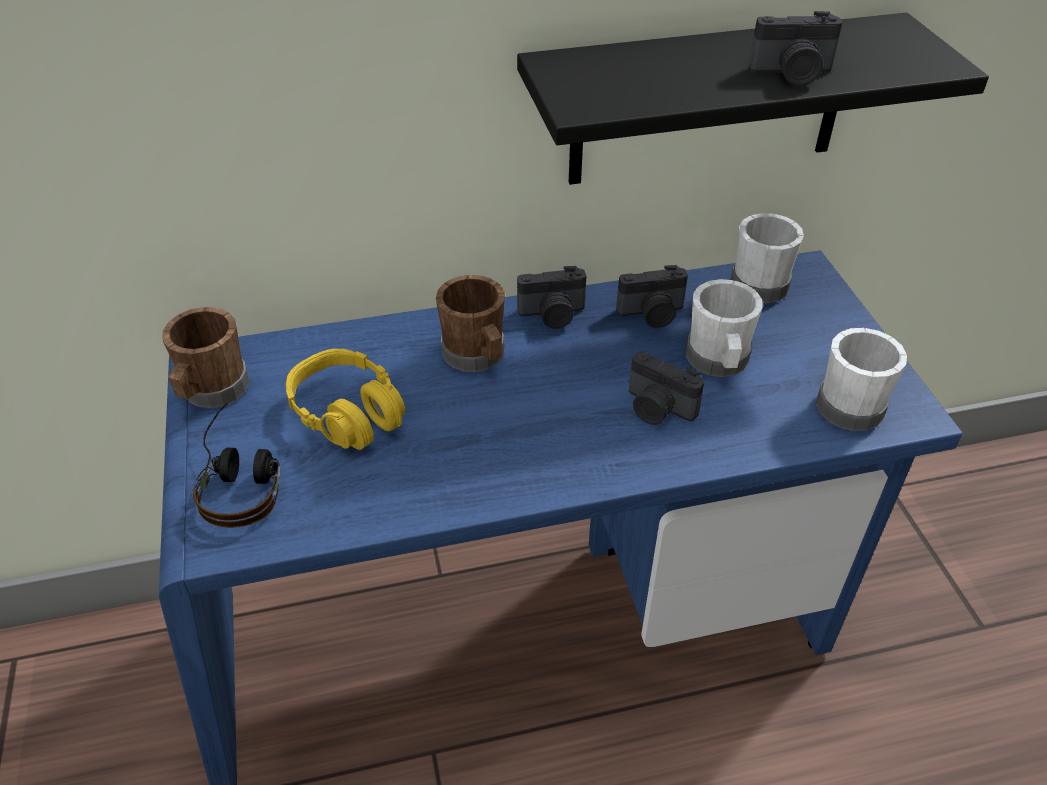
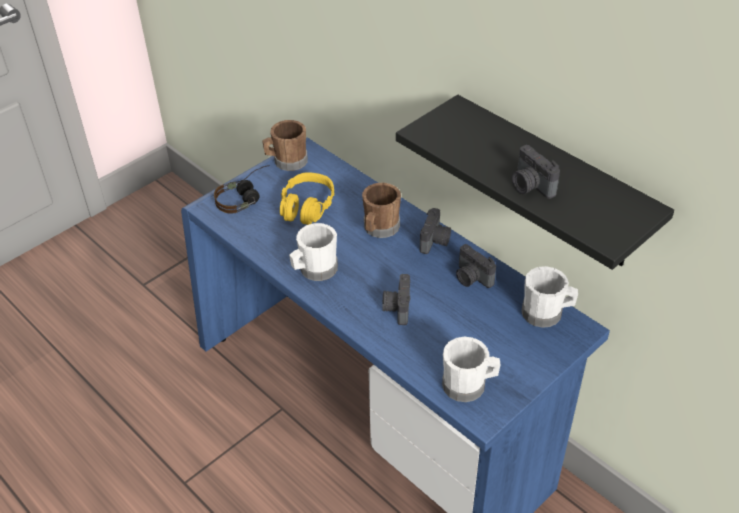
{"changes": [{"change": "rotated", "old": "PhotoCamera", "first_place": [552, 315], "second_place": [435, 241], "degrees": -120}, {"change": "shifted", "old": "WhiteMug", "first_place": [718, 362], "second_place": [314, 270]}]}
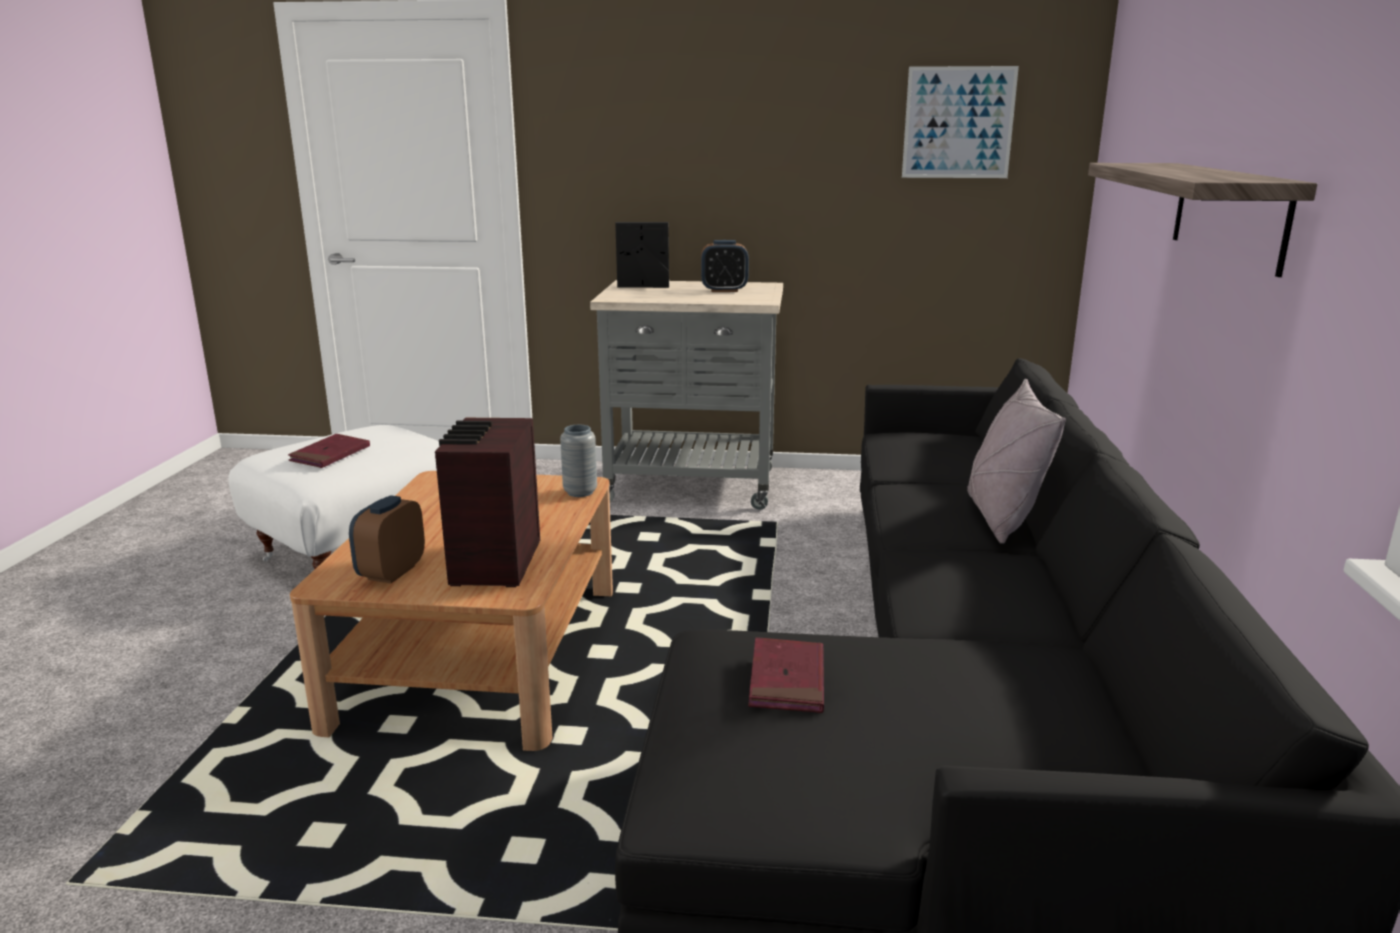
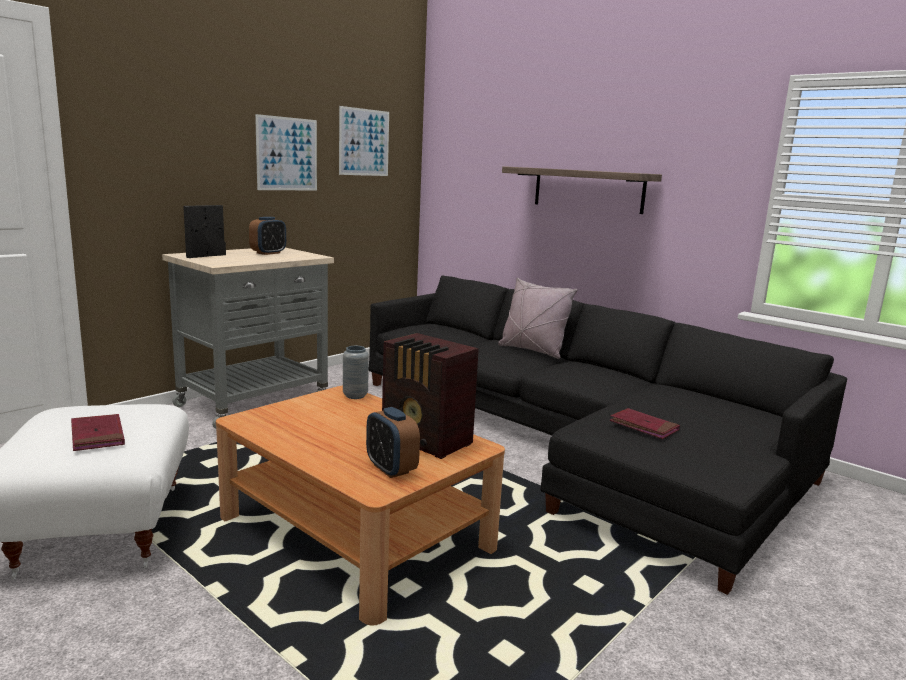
{"changes": [{"change": "new", "new": "Picture", "second_place": [287, 154]}]}
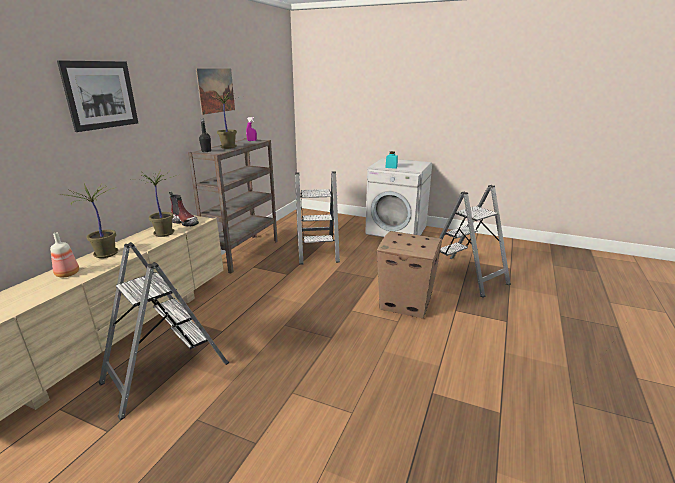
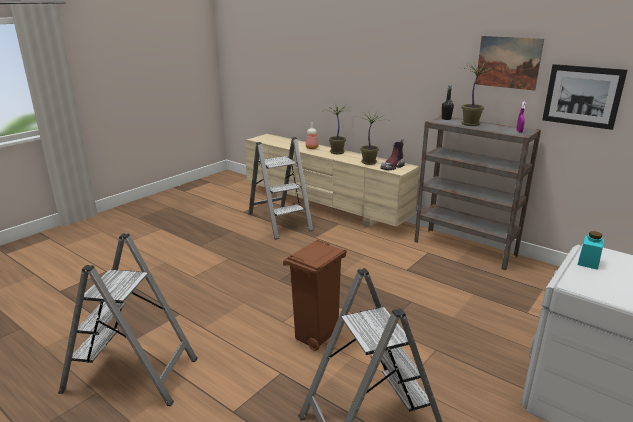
{"changes": [{"change": "shifted", "old": "Picture", "first_place": [101, 95], "second_place": [582, 96]}, {"change": "shifted", "old": "GreyStepLadder", "first_place": [317, 249], "second_place": [132, 375]}, {"change": "swapped", "old": "CardboardBox", "new": "BrownTrashCan", "first_place": [406, 302], "second_place": [315, 337]}]}
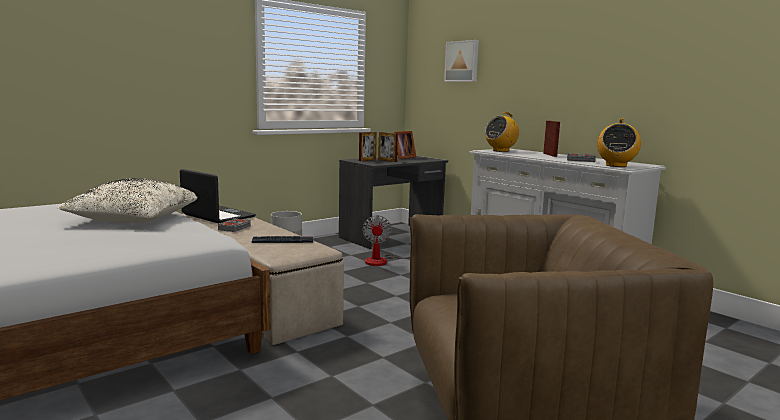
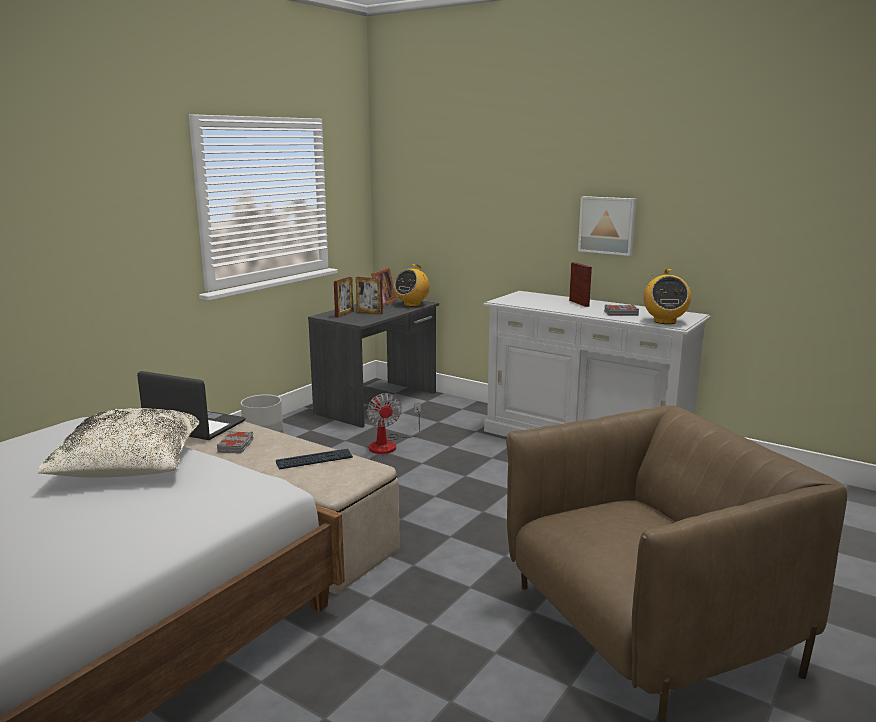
{"changes": [{"change": "shifted", "old": "Picture", "first_place": [462, 61], "second_place": [607, 225]}, {"change": "shifted", "old": "Radio", "first_place": [500, 150], "second_place": [412, 304]}]}
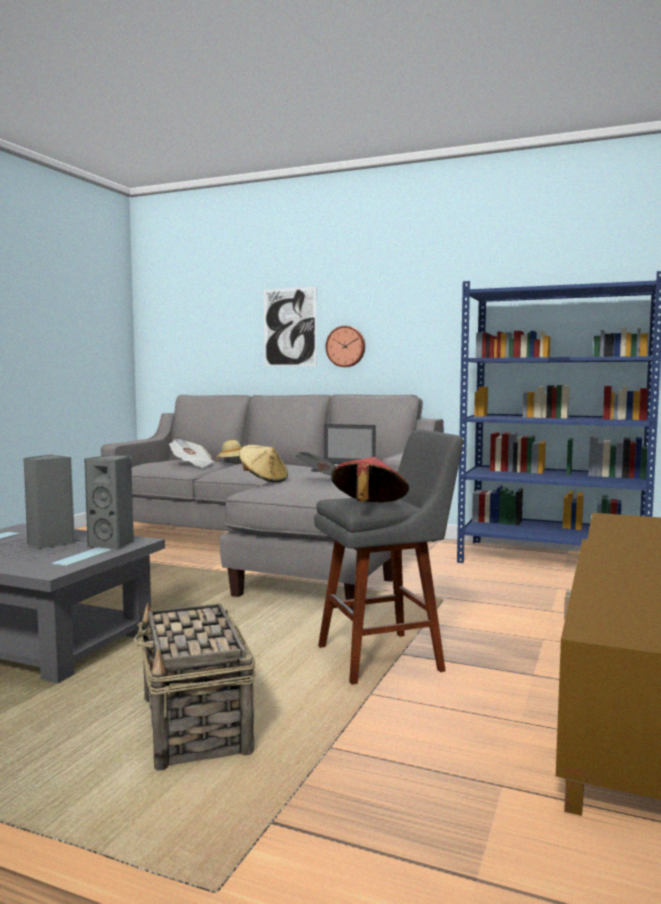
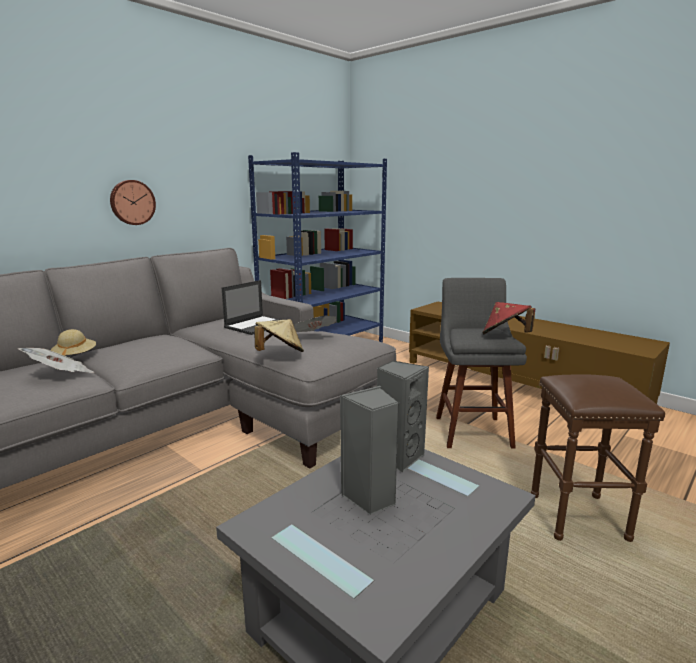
{"changes": [{"change": "swapped", "old": "Basket", "new": "BrownStool", "first_place": [195, 726], "second_place": [579, 516]}, {"change": "gone", "old": "Picture", "first_place": [289, 327]}]}
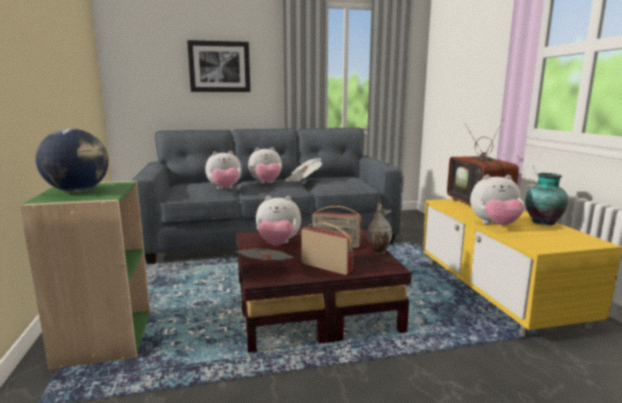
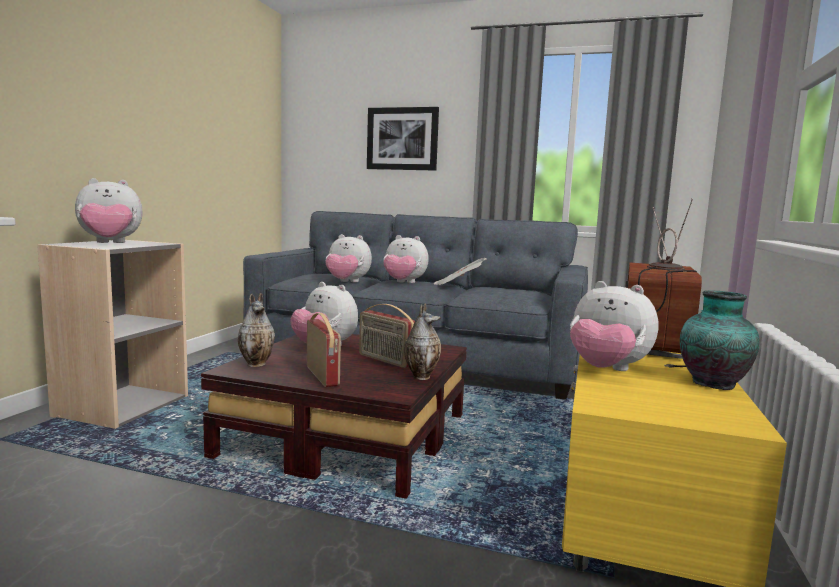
{"changes": [{"change": "repainted", "old": "GreenBookcase", "new": "GreyBookcase", "first_place": [104, 337], "second_place": [123, 405]}, {"change": "swapped", "old": "Globe", "new": "PlushToy", "first_place": [78, 191], "second_place": [110, 243]}, {"change": "swapped", "old": "Newspaper", "new": "Vase", "first_place": [266, 270], "second_place": [257, 364]}]}
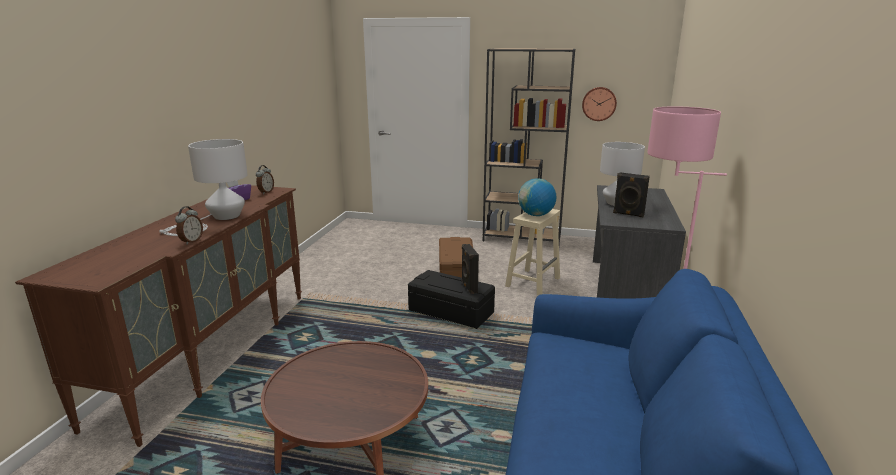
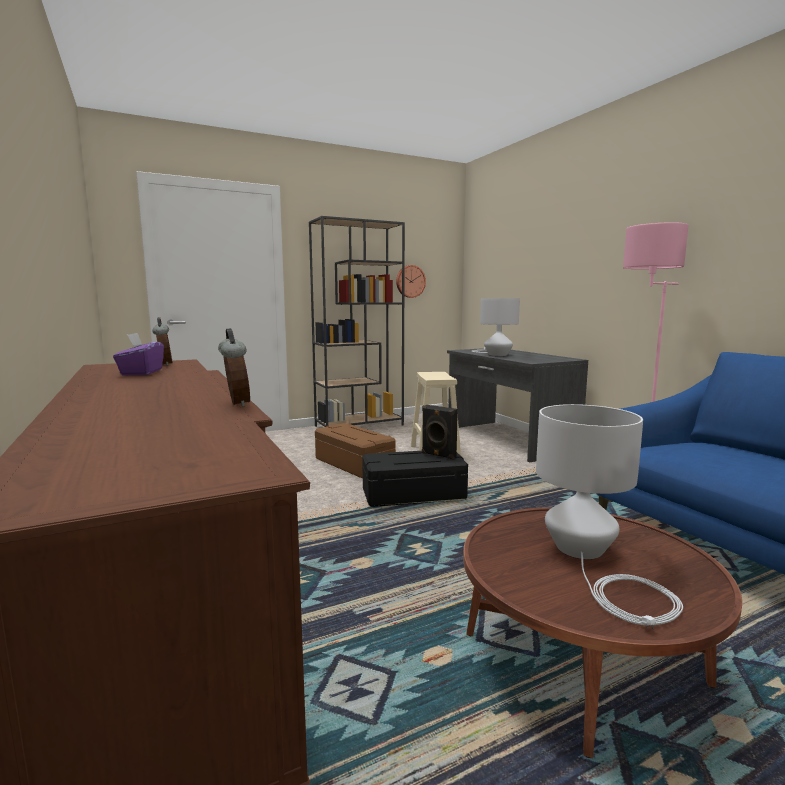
{"changes": [{"change": "shifted", "old": "GreyTableLamp", "first_place": [211, 221], "second_place": [598, 565]}, {"change": "gone", "old": "Globe", "first_place": [536, 215]}, {"change": "gone", "old": "BlackSpeaker", "first_place": [628, 214]}]}
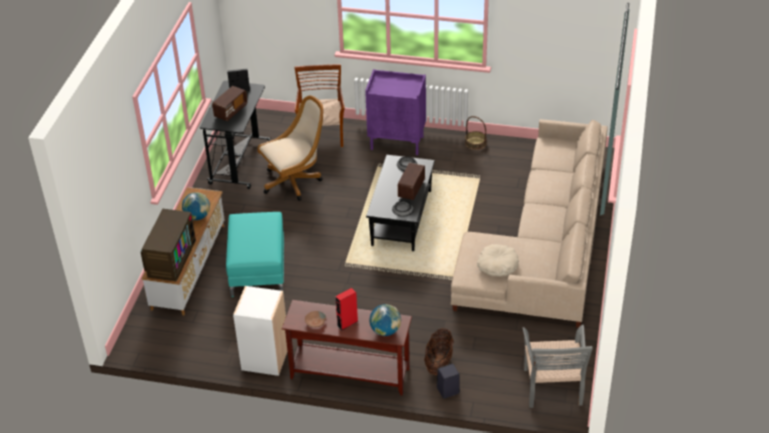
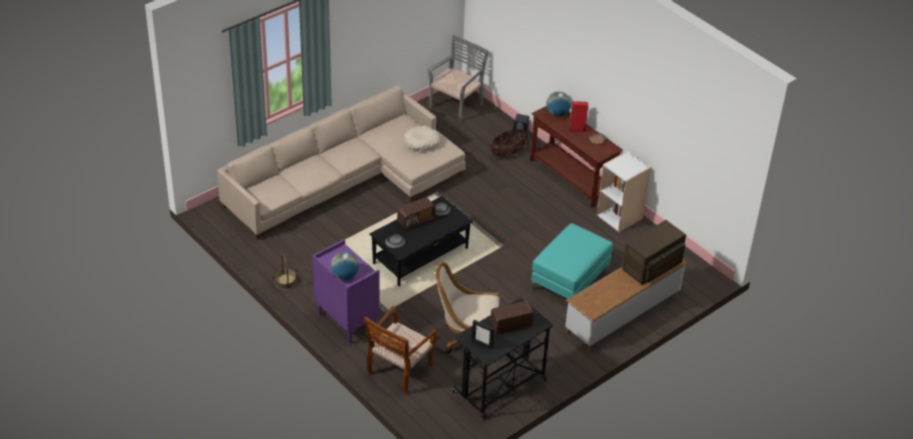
{"changes": [{"change": "shifted", "old": "Globe", "first_place": [197, 216], "second_place": [344, 275]}]}
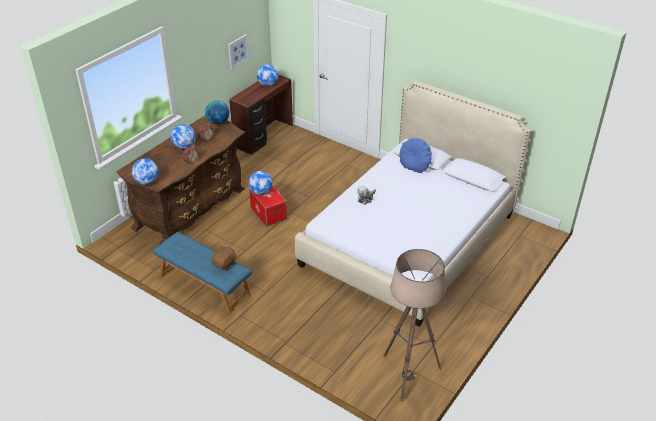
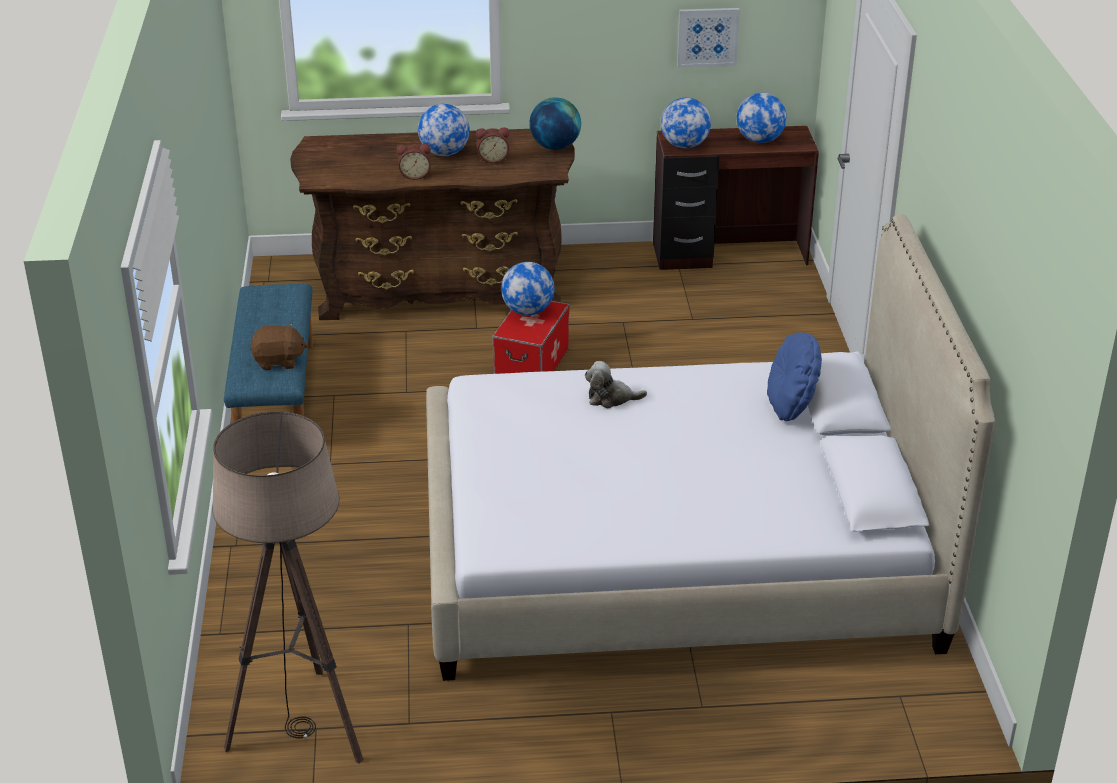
{"changes": [{"change": "shifted", "old": "Globe", "first_place": [147, 182], "second_place": [684, 145]}]}
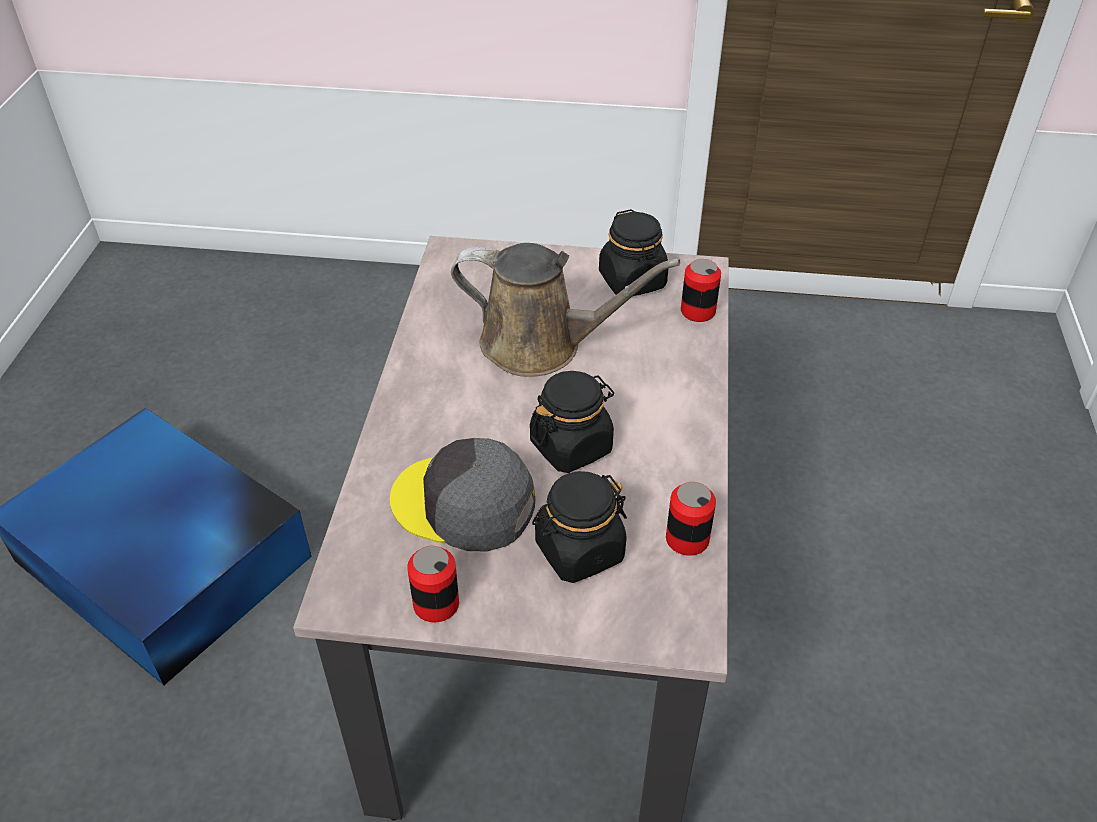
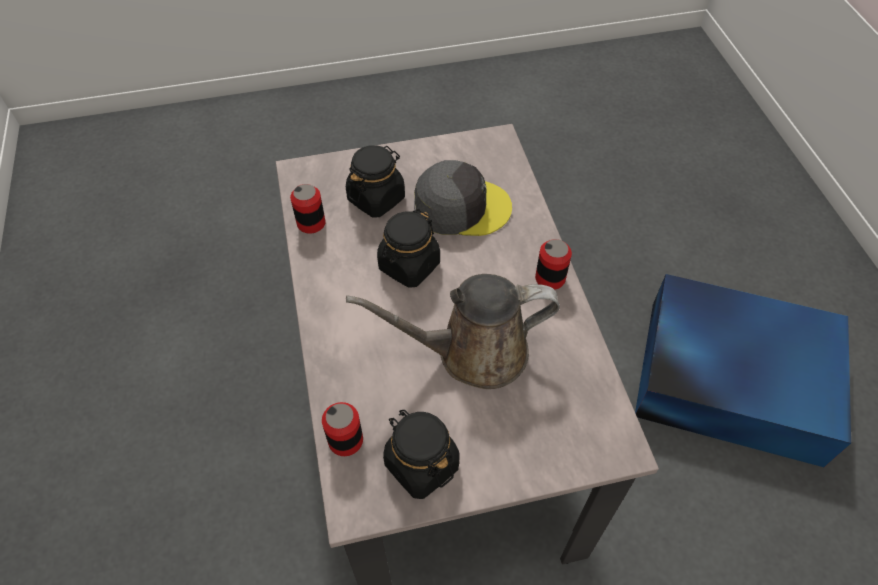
{"changes": [{"change": "shifted", "old": "Can", "first_place": [436, 604], "second_place": [550, 278]}]}
